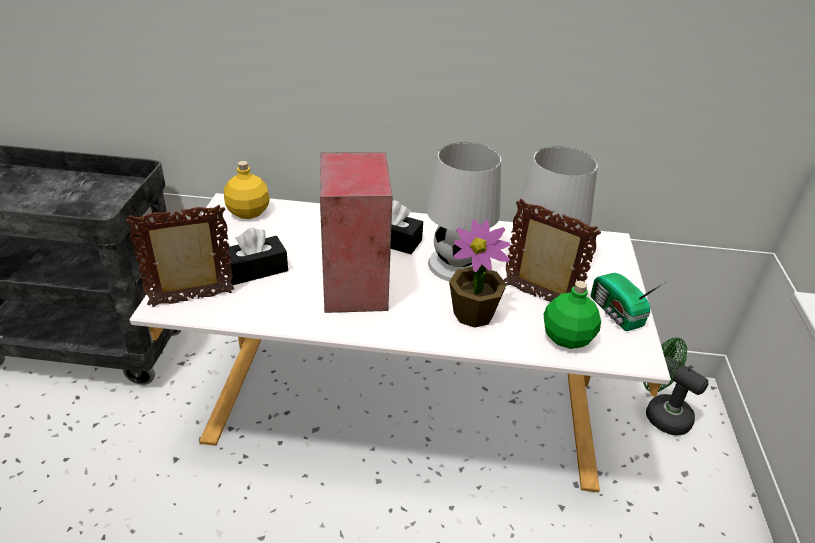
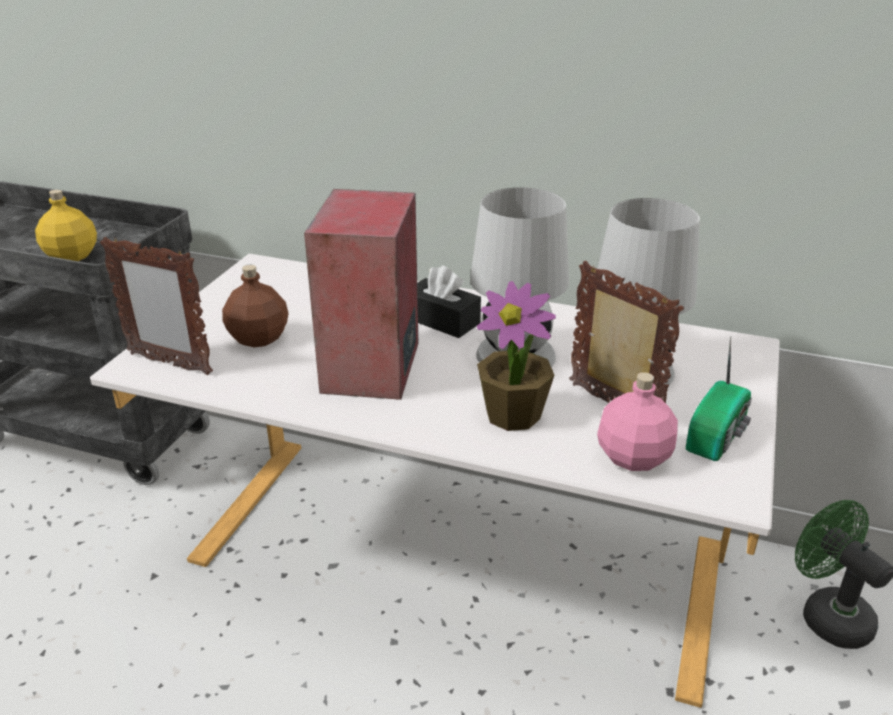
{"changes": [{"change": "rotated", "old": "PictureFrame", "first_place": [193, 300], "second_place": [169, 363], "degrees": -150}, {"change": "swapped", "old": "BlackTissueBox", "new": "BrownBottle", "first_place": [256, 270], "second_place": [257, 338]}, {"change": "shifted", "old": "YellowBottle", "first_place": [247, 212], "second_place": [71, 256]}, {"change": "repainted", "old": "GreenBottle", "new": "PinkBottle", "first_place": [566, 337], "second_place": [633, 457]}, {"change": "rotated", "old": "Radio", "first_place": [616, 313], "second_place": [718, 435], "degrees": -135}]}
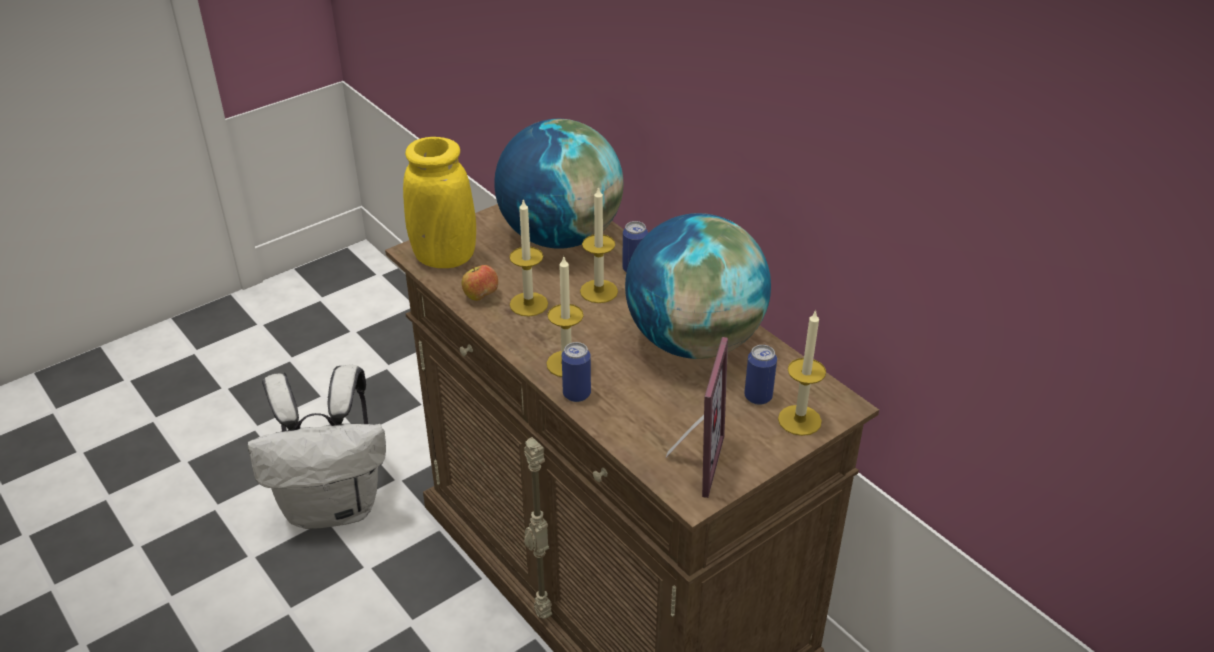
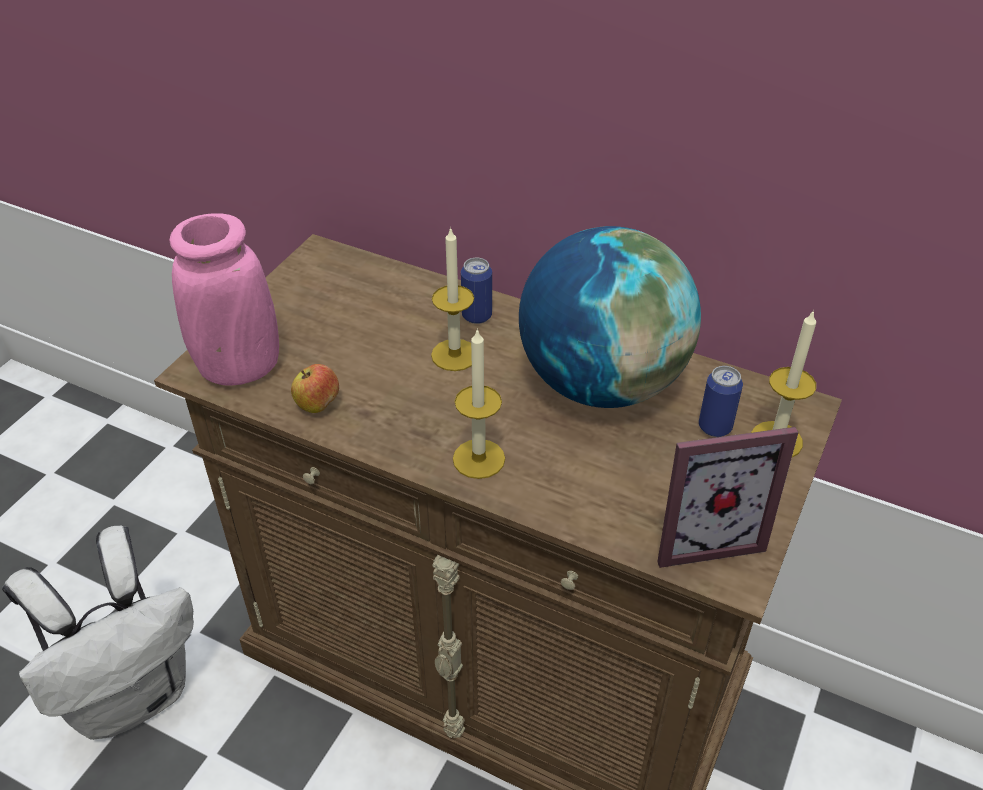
{"changes": [{"change": "repainted", "old": "YellowVase", "new": "PinkVase", "first_place": [444, 258], "second_place": [239, 368]}, {"change": "gone", "old": "Globe", "first_place": [560, 236]}, {"change": "gone", "old": "Candle", "first_place": [528, 304]}, {"change": "gone", "old": "Can", "first_place": [576, 394]}, {"change": "rotated", "old": "PictureFrame", "first_place": [691, 462], "second_place": [702, 534], "degrees": 90}]}
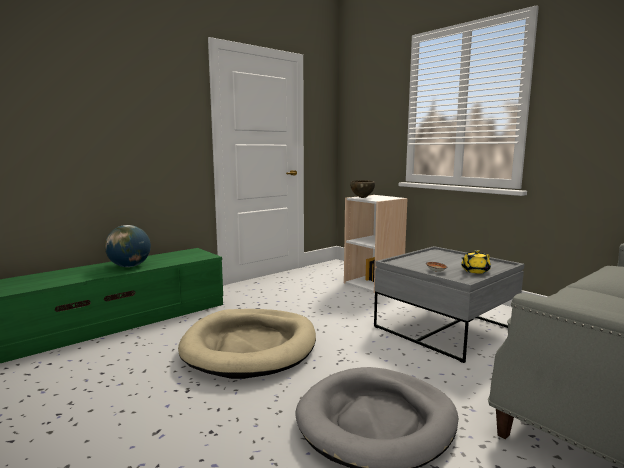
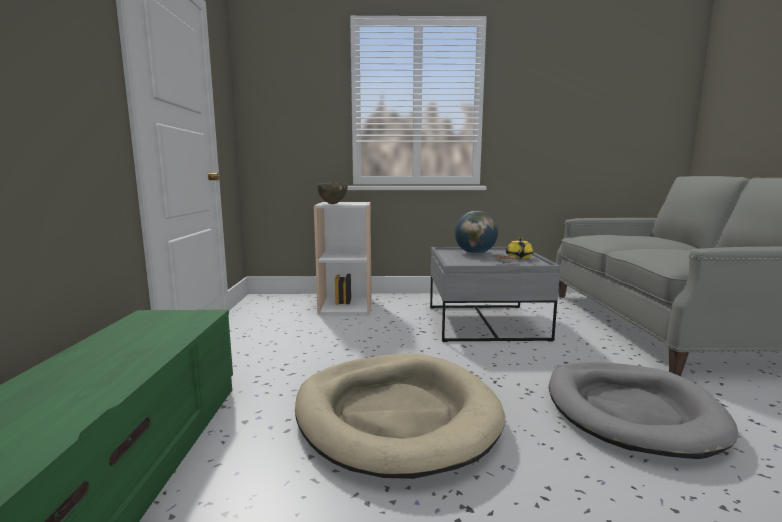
{"changes": [{"change": "shifted", "old": "Globe", "first_place": [130, 266], "second_place": [475, 253]}]}
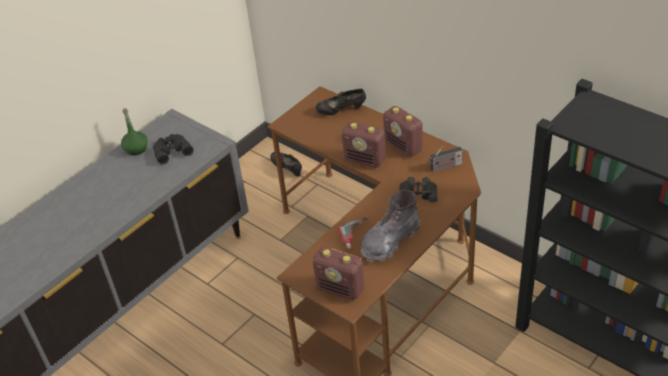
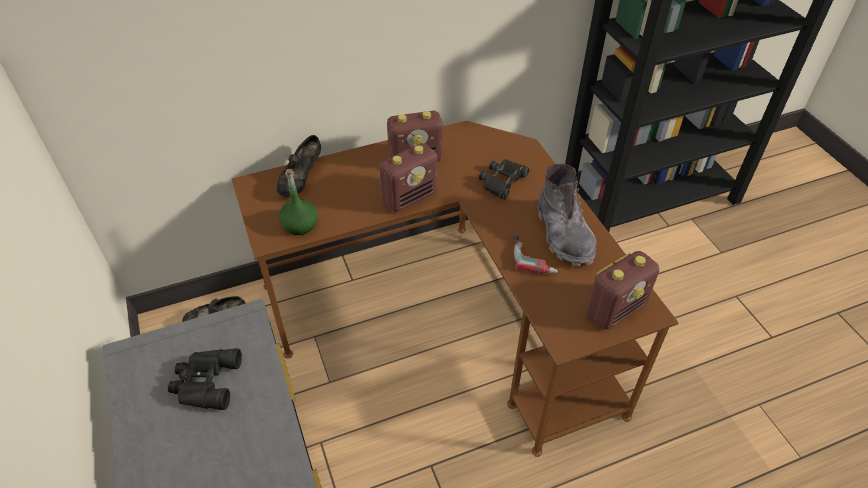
{"changes": [{"change": "shifted", "old": "GreenBottle", "first_place": [136, 149], "second_place": [300, 225]}, {"change": "gone", "old": "Radio", "first_place": [445, 167]}]}
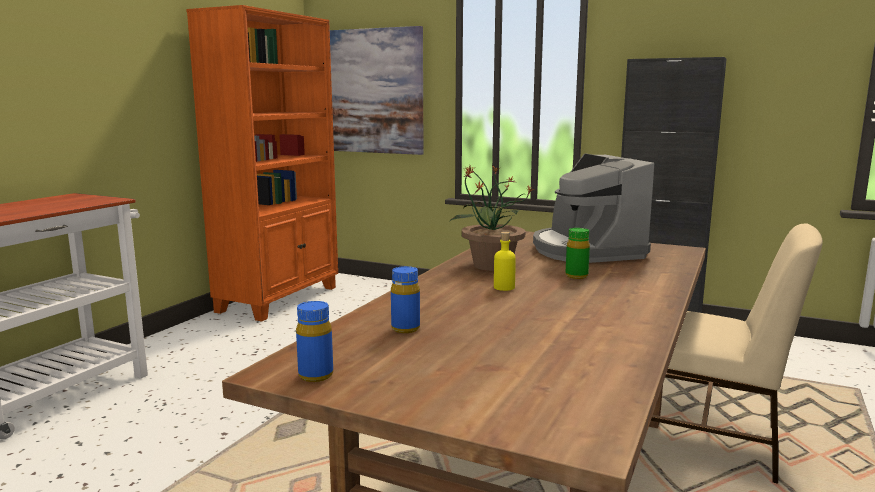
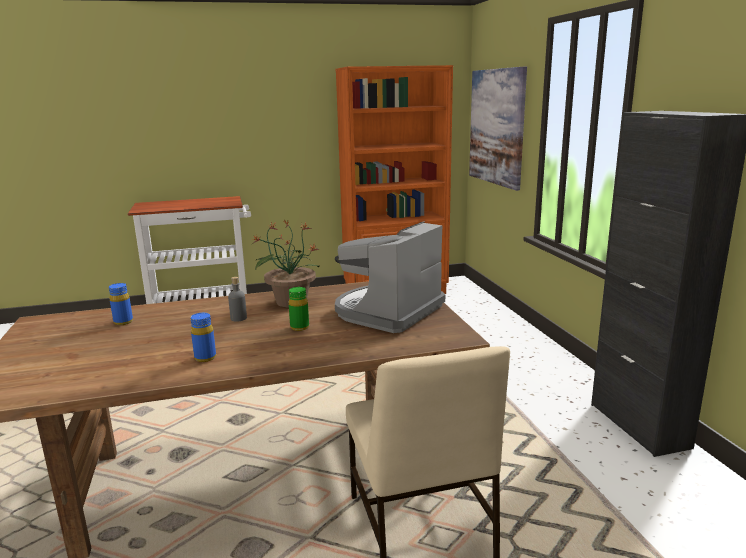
{"changes": [{"change": "shifted", "old": "BlueBottle", "first_place": [316, 375], "second_place": [205, 358]}, {"change": "repainted", "old": "YellowBottle", "new": "GreyBottle", "first_place": [504, 287], "second_place": [238, 318]}]}
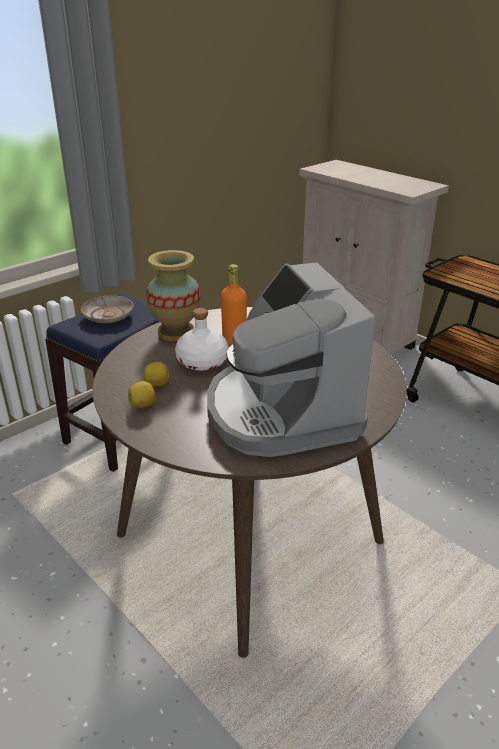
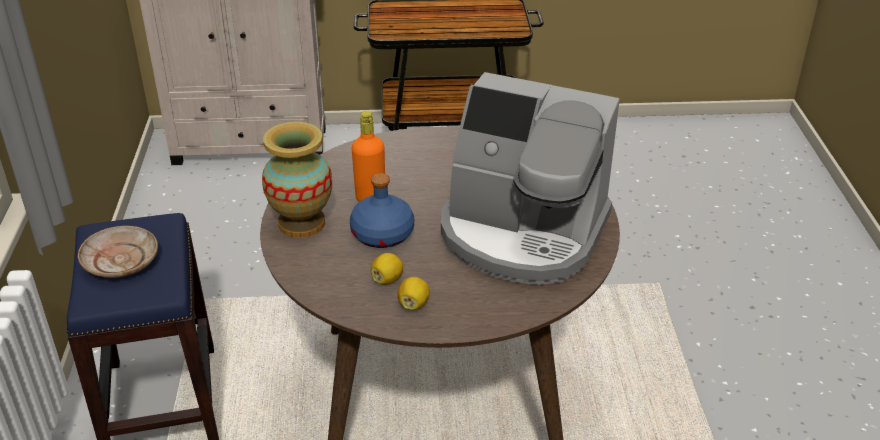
{"changes": [{"change": "repainted", "old": "WhiteBottle", "new": "BlueBottle", "first_place": [202, 362], "second_place": [382, 235]}]}
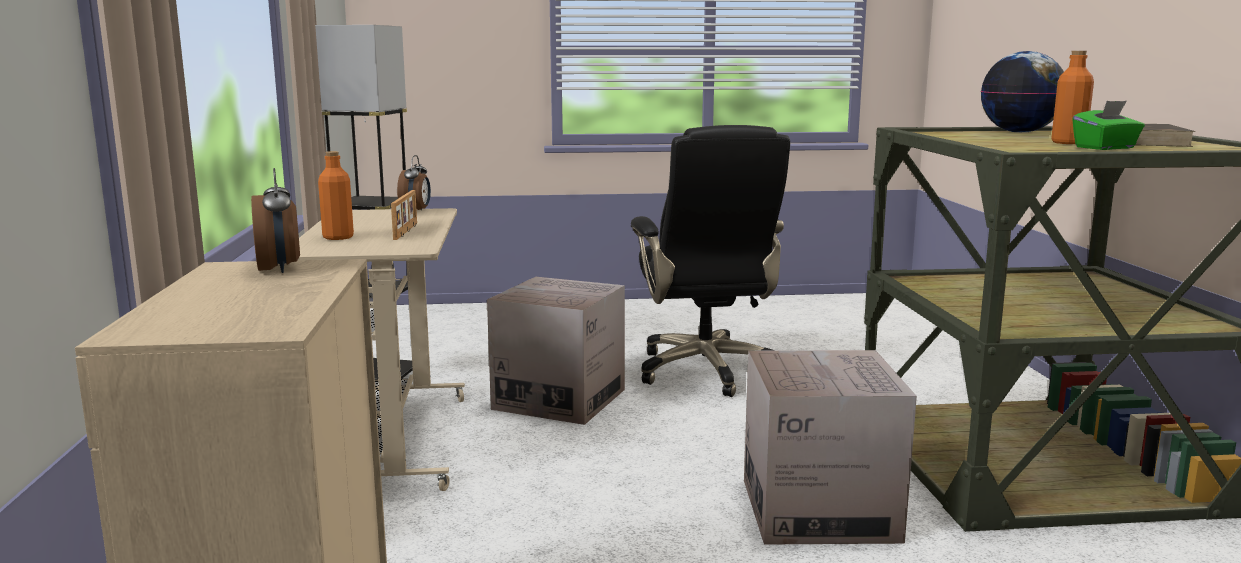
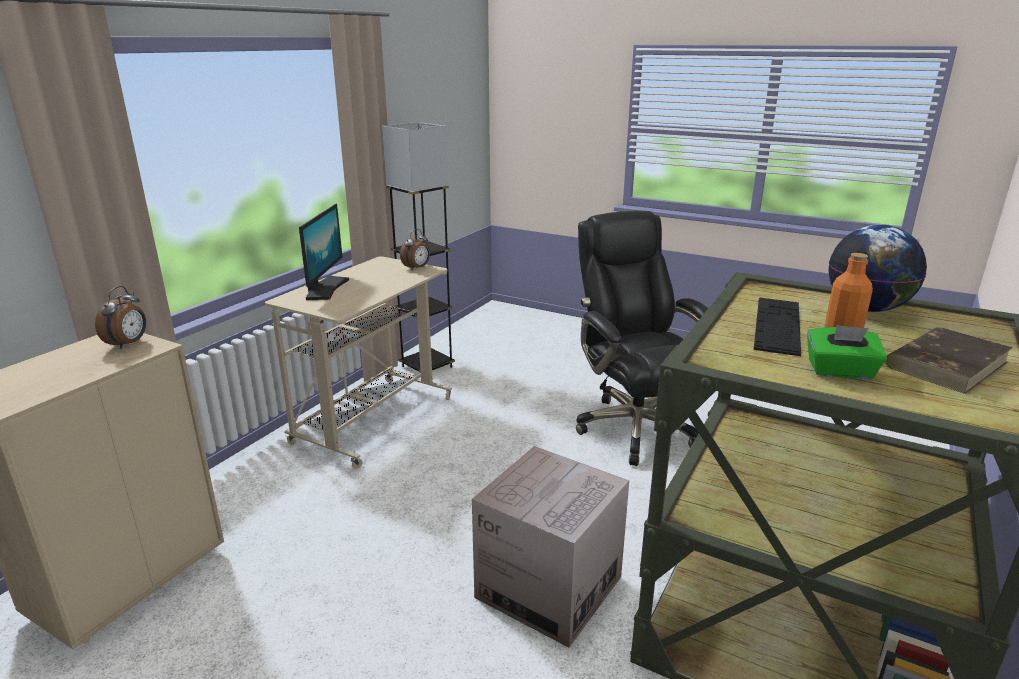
{"changes": [{"change": "swapped", "old": "OrangeBottle", "new": "Monitor", "first_place": [338, 237], "second_place": [325, 288]}, {"change": "gone", "old": "PictureFrame", "first_place": [407, 231]}, {"change": "gone", "old": "CardboardBox", "first_place": [559, 399]}, {"change": "rotated", "old": "BlackOfficeChair", "first_place": [704, 373], "second_place": [635, 426], "degrees": 135}, {"change": "new", "new": "Keyboard", "second_place": [777, 325]}]}
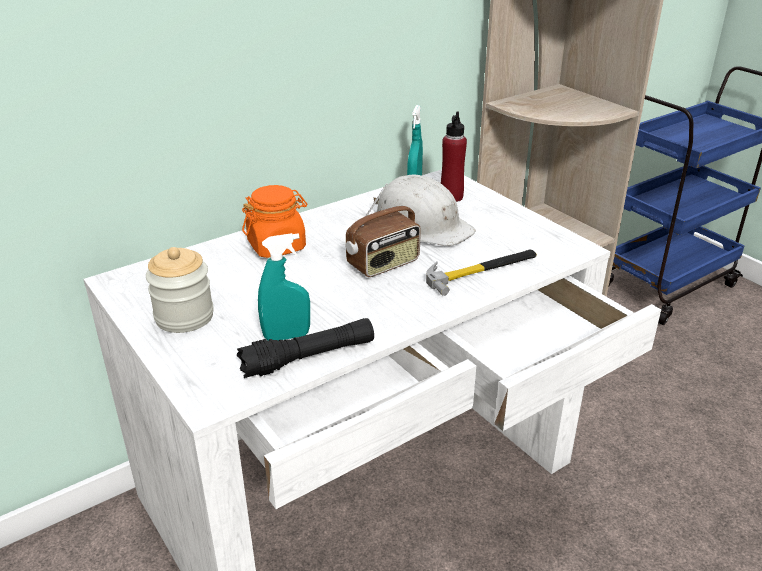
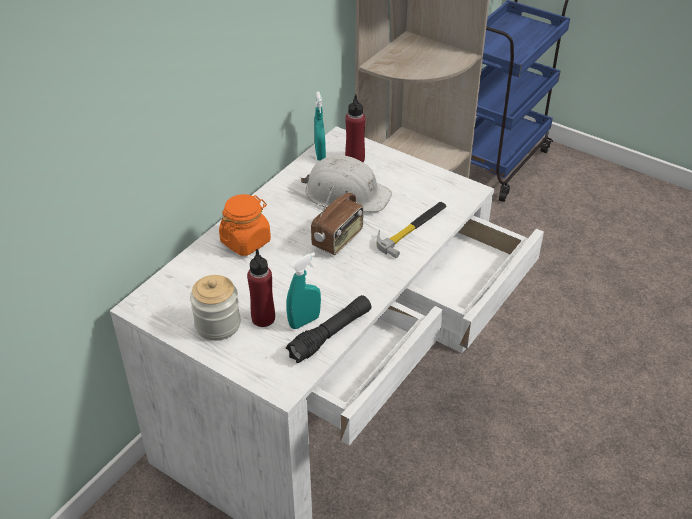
{"changes": [{"change": "new", "new": "RedBottle", "second_place": [263, 318]}]}
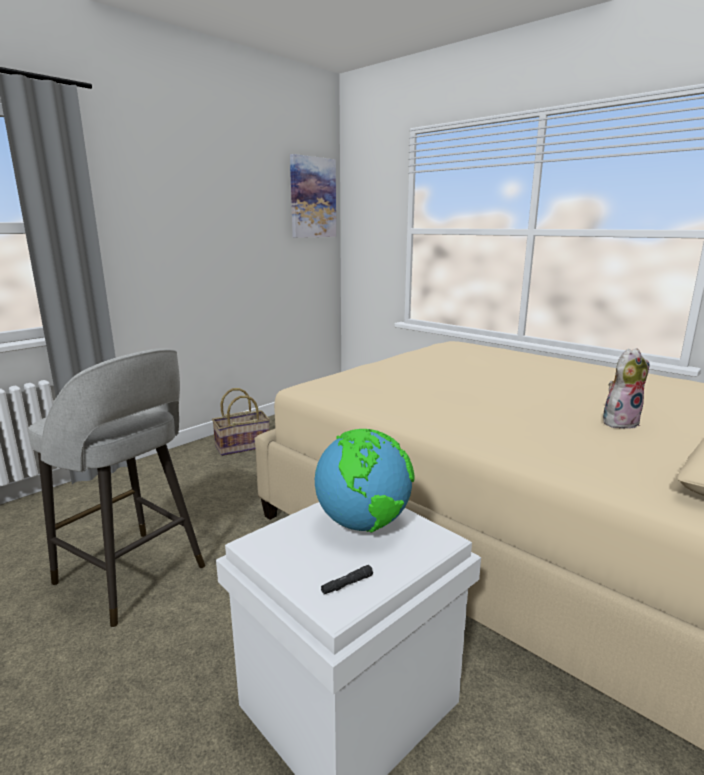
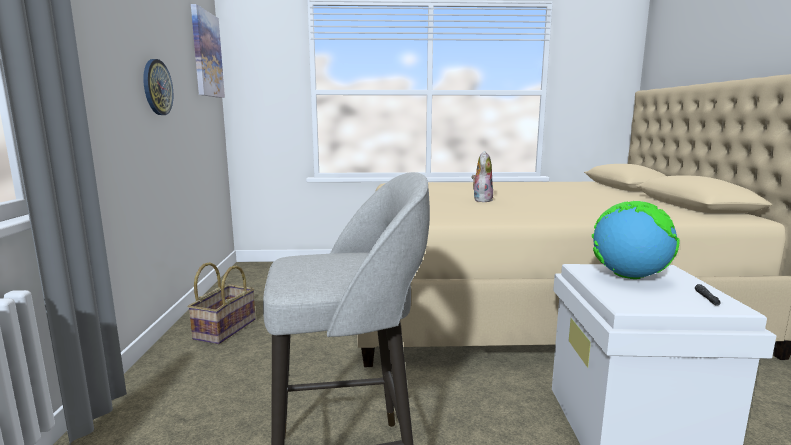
{"changes": [{"change": "shifted", "old": "PlushToy", "first_place": [619, 422], "second_place": [481, 200]}, {"change": "new", "new": "WallClock", "second_place": [157, 87]}]}
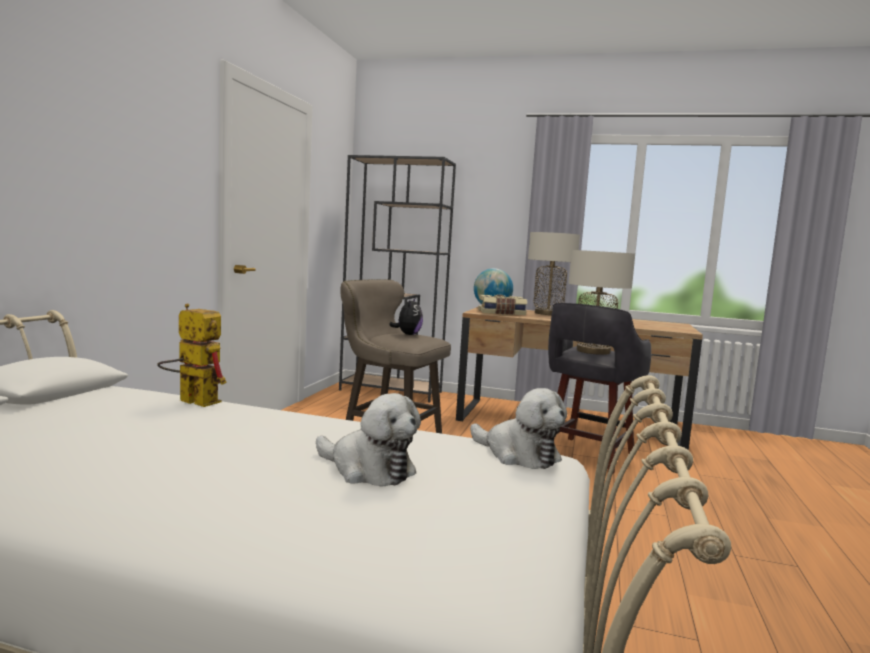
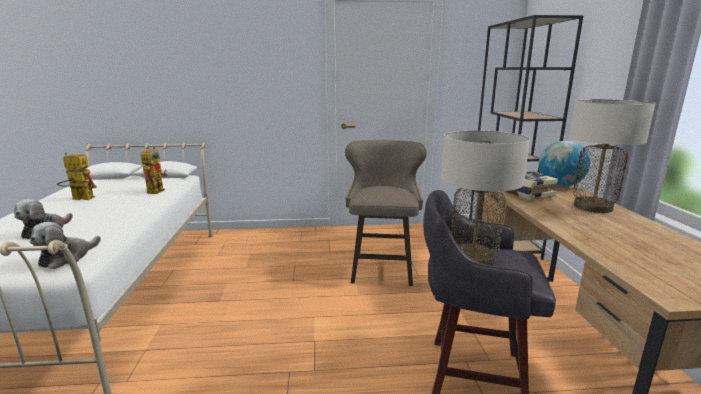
{"changes": [{"change": "gone", "old": "PlushToy", "first_place": [408, 334]}, {"change": "new", "new": "ToyRobot", "second_place": [79, 198]}]}
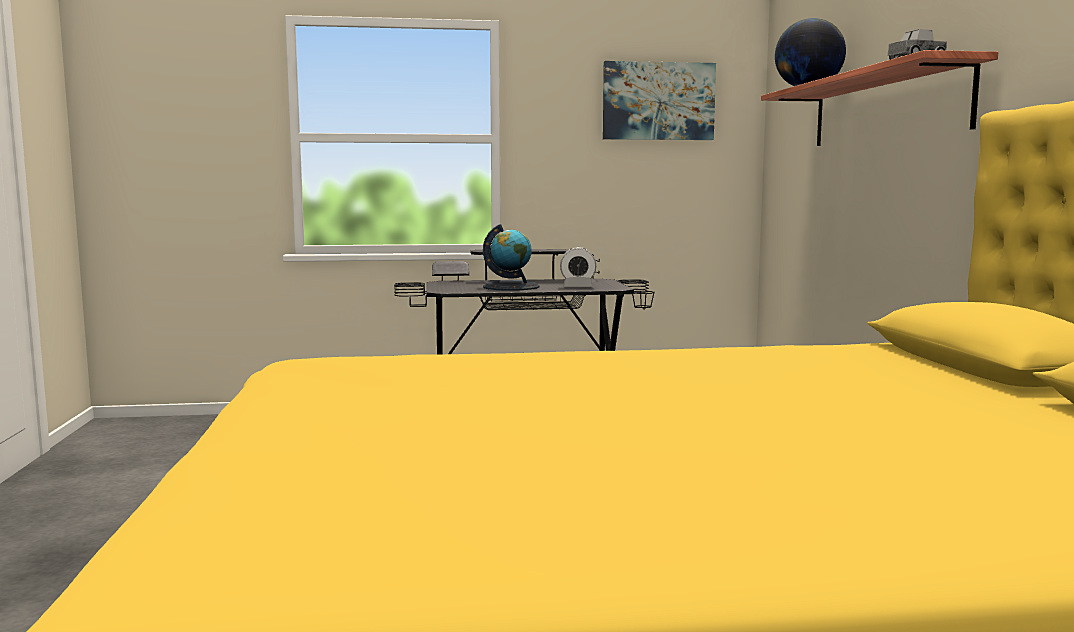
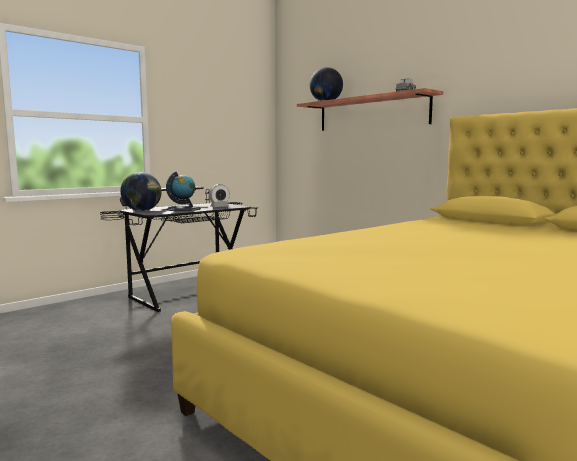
{"changes": [{"change": "gone", "old": "Picture", "first_place": [658, 101]}, {"change": "new", "new": "Globe", "second_place": [142, 211]}]}
